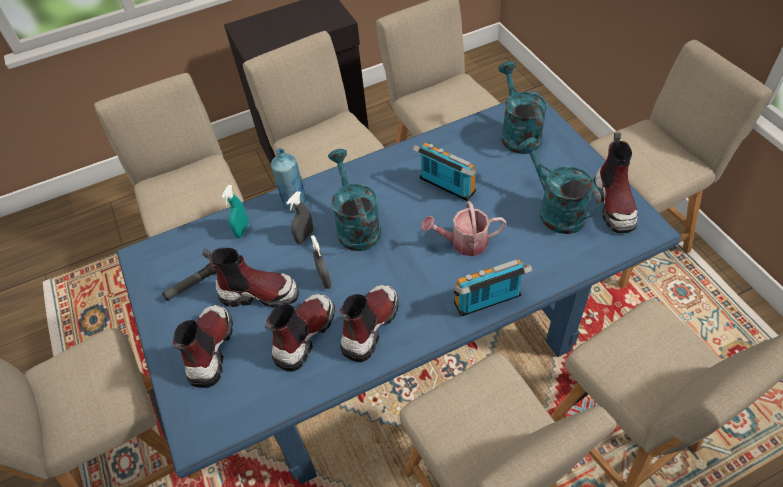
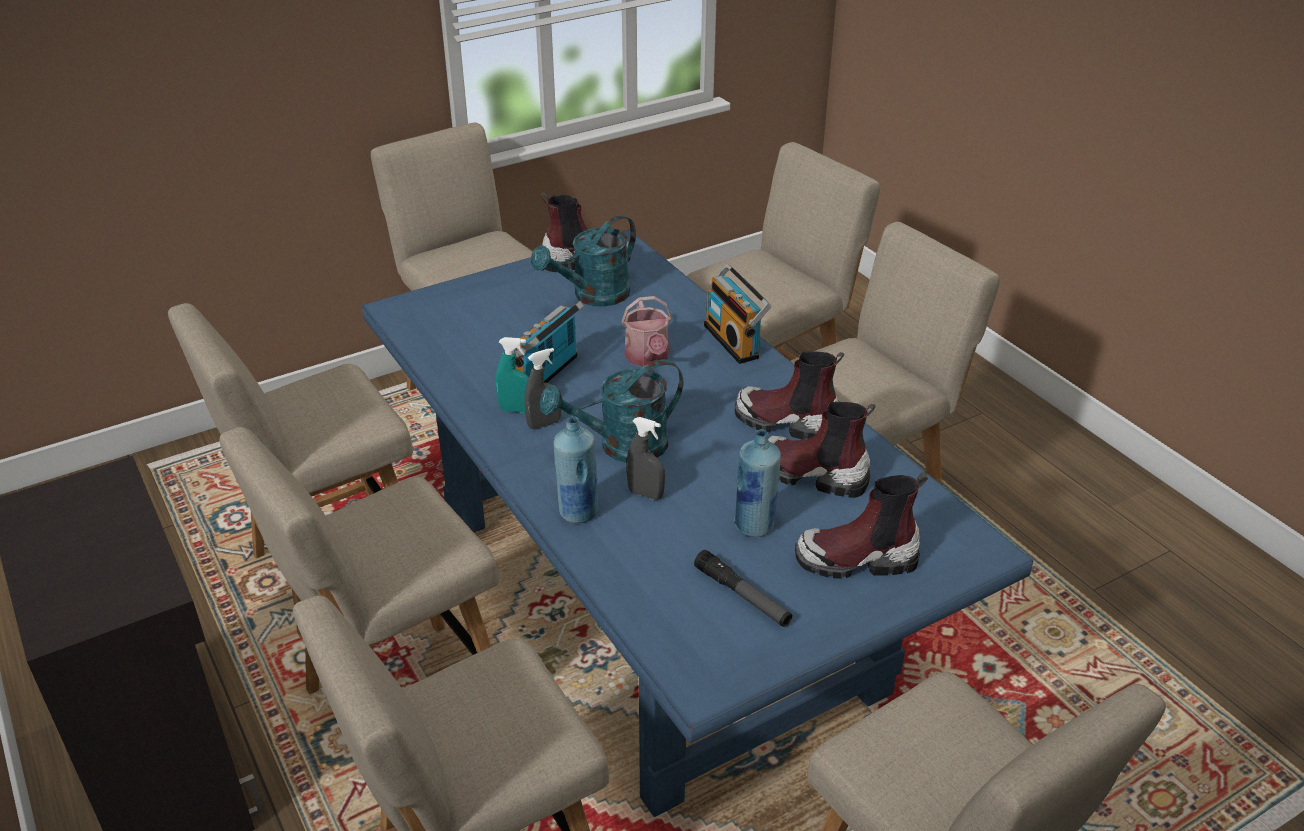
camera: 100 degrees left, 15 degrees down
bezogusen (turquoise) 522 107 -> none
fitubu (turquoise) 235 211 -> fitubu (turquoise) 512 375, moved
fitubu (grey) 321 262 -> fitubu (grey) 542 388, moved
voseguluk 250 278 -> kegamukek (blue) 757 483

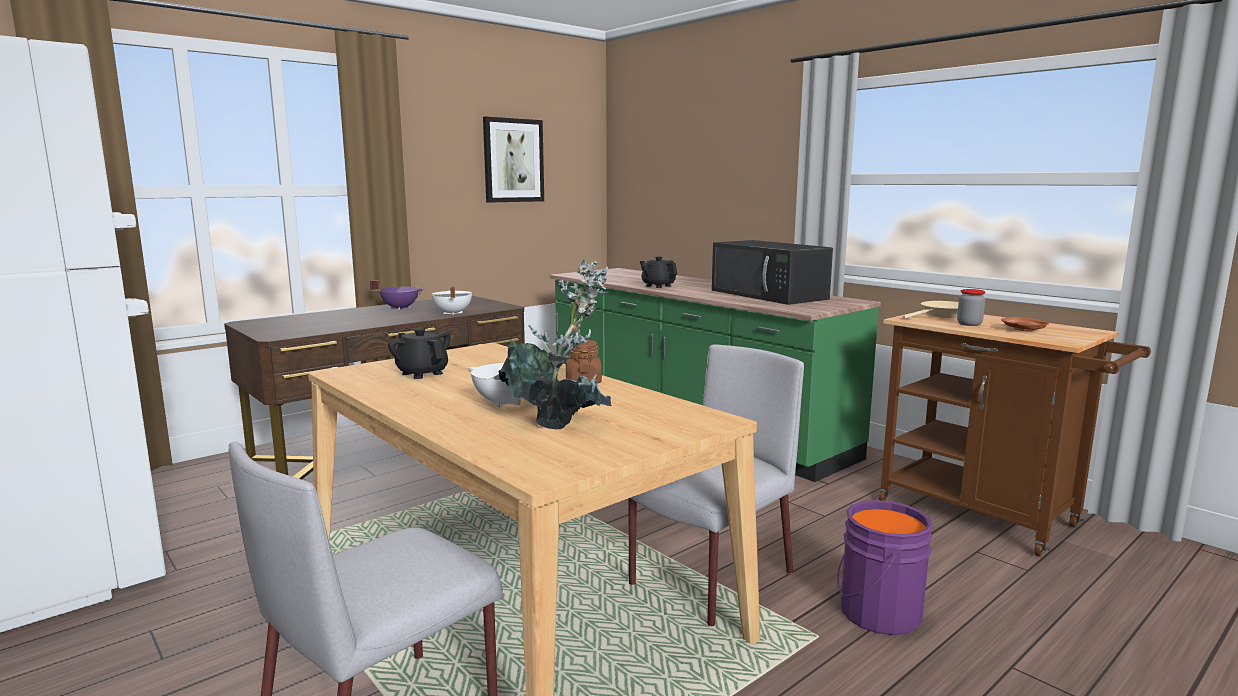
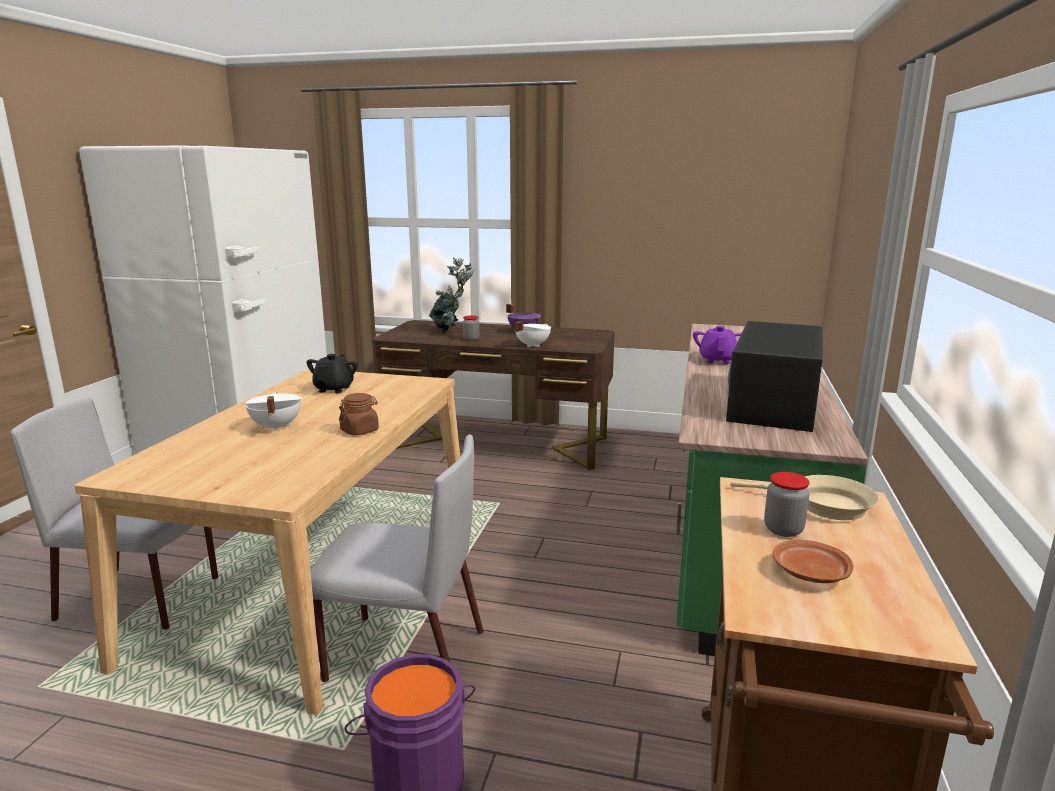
camera: 55 degrees right, 5 degrees up
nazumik 513 160 -> none
none -> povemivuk 471 328
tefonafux 555 345 -> tefonafux 451 295, moved
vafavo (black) 658 272 -> vafavo (purple) 717 345

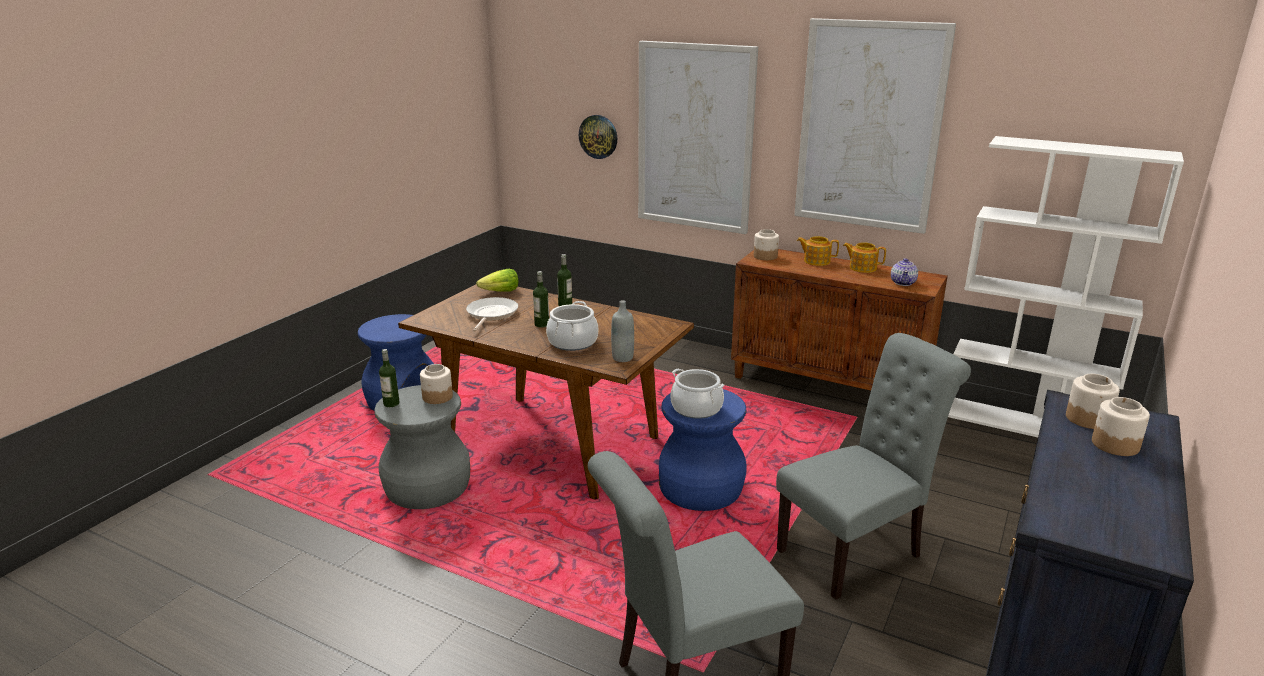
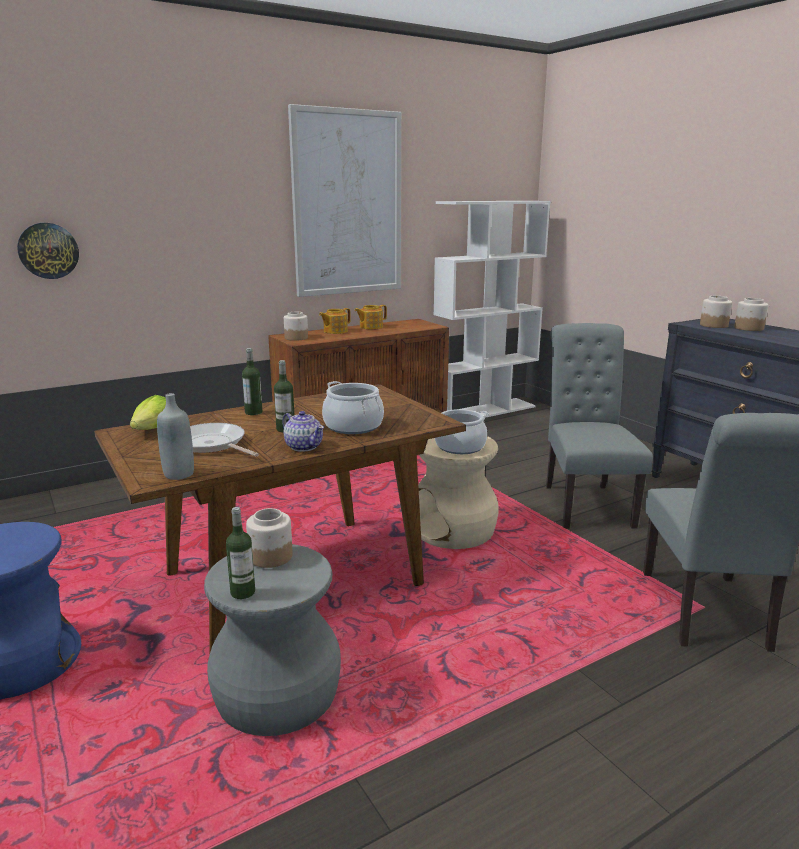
camera: 60 degrees left, 5 degrees down
nazumik 698 137 -> none
kegamukek (grey) 622 331 -> kegamukek (grey) 175 436, moved
vafavo 904 272 -> vafavo 303 431, moved
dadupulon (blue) 703 450 -> dadupulon (beige) 458 492

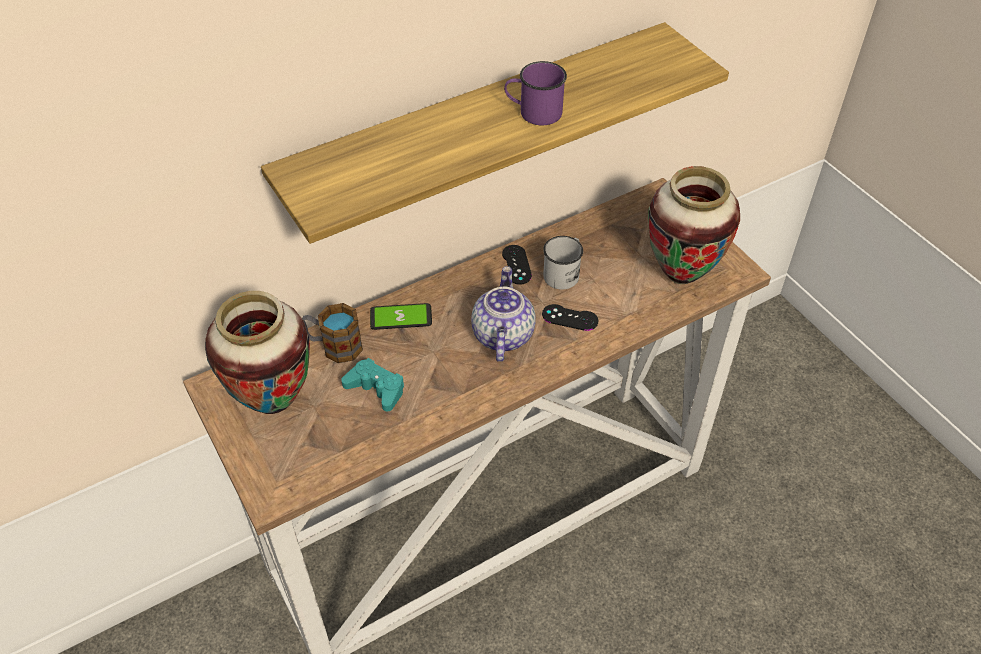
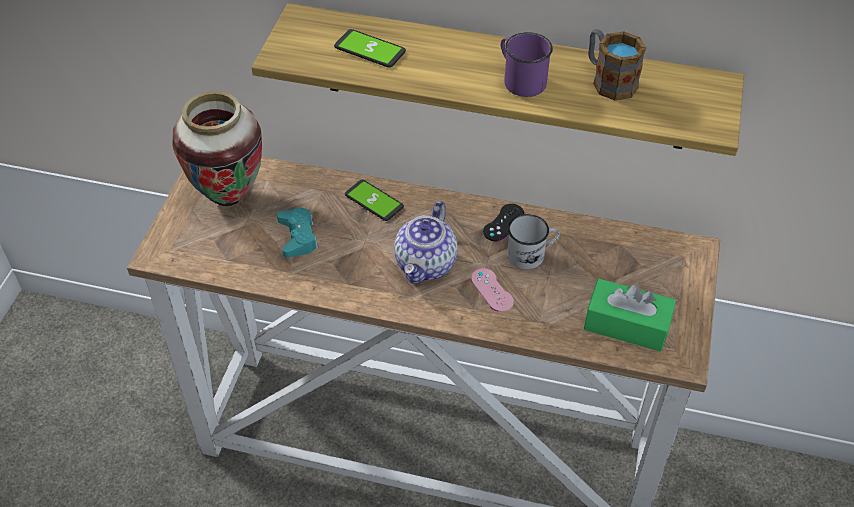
camera: 45 degrees right, 0 degrees up
none -> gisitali 370 48
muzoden 332 333 -> muzoden 617 64, moved
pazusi 694 225 -> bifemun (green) 630 315
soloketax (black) 570 317 -> soloketax (pink) 492 290
vafavo 503 314 -> vafavo 426 242, 150 degrees clockwise

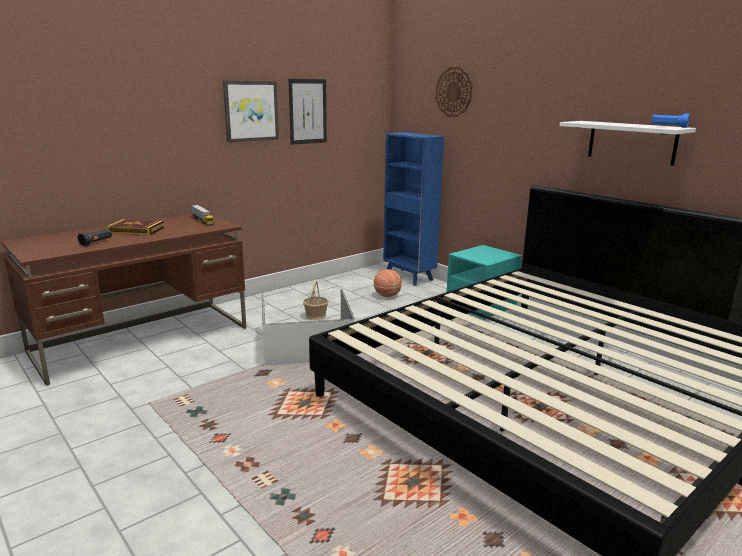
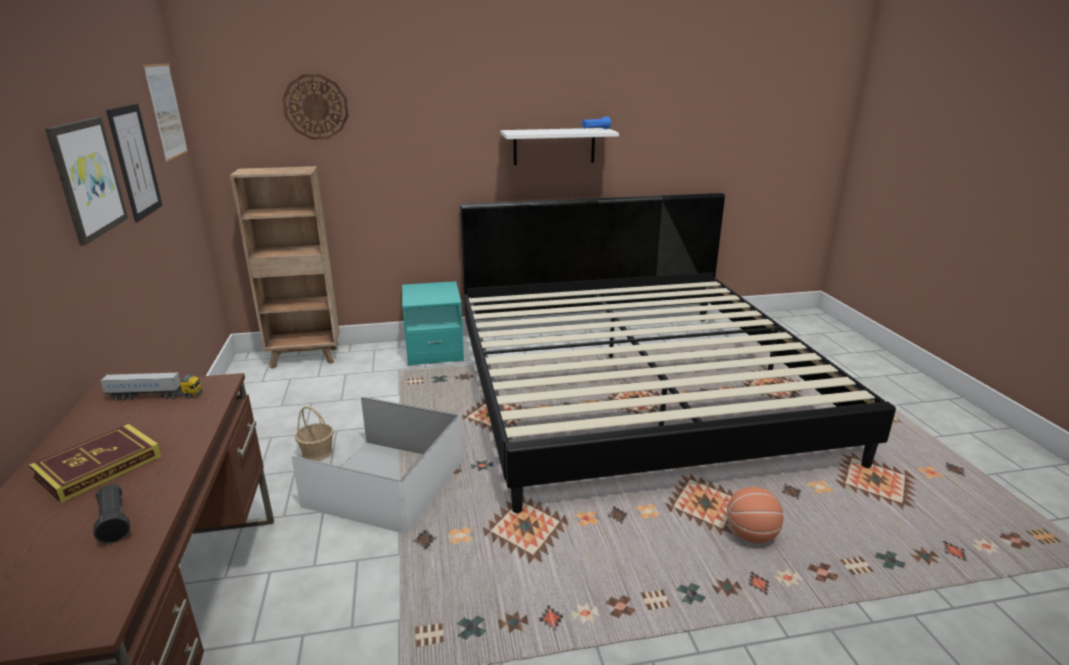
camera: 60 degrees left, 5 degrees up
none -> nazumik 165 113
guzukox 388 283 -> guzukox 755 515, moved
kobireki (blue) 413 209 -> kobireki (brown) 284 267

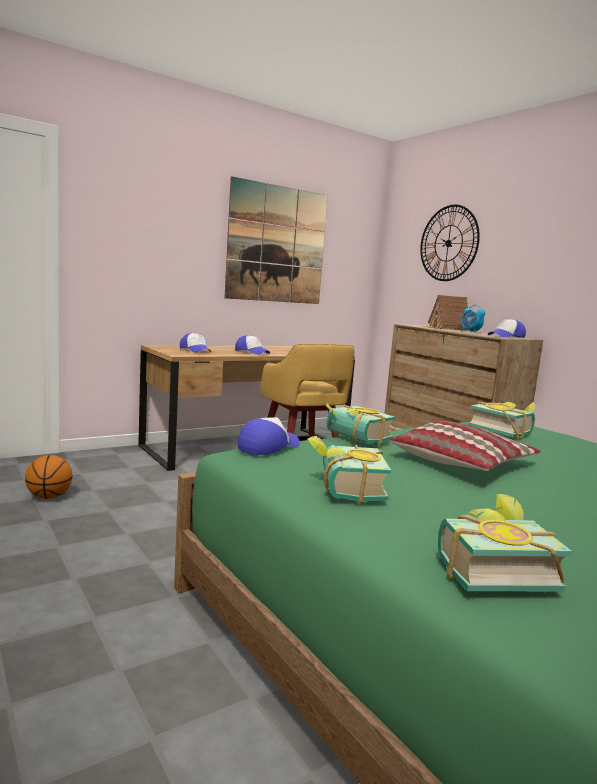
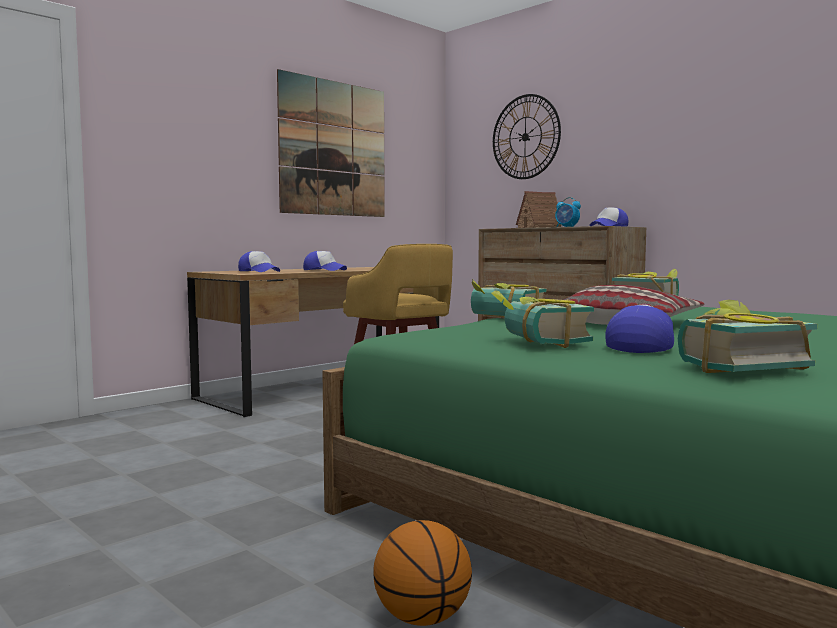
camera: 10 degrees left, 5 degrees down
guzukox 48 477 -> guzukox 422 573, moved
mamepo 269 436 -> mamepo 639 328, moved

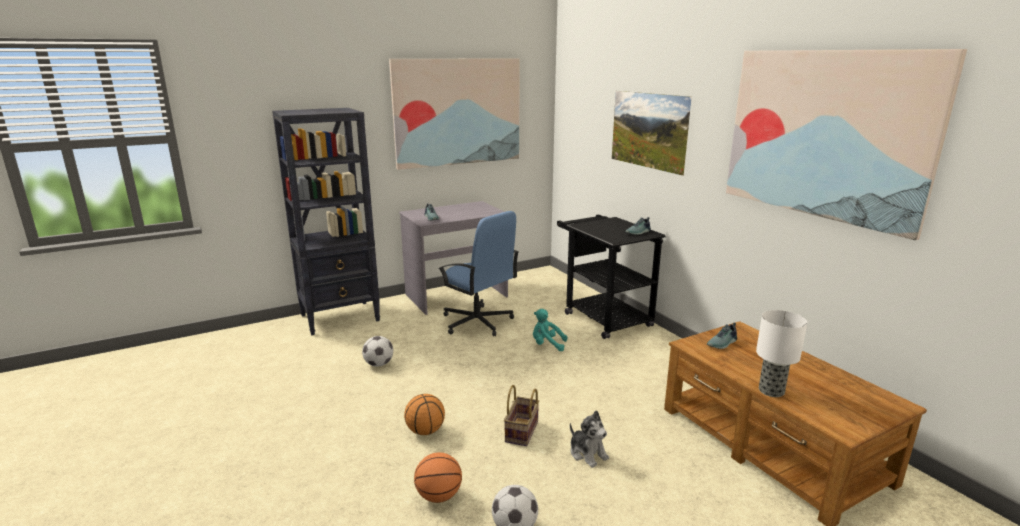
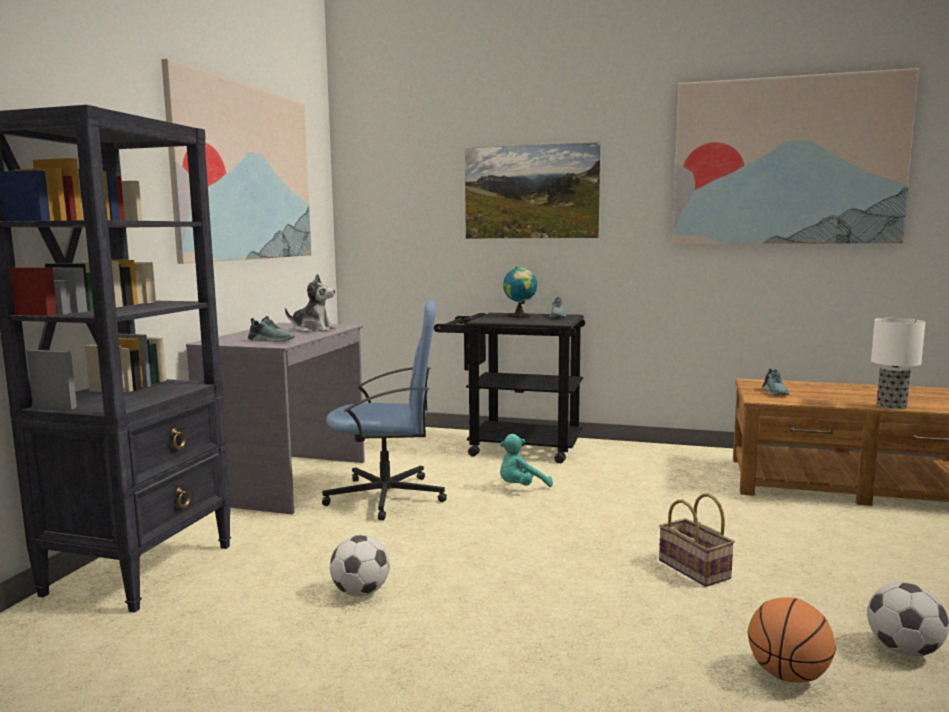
camera: 45 degrees left, 10 degrees down
guzukox 424 414 -> none
none -> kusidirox 520 292
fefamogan 589 439 -> fefamogan 310 303, moved

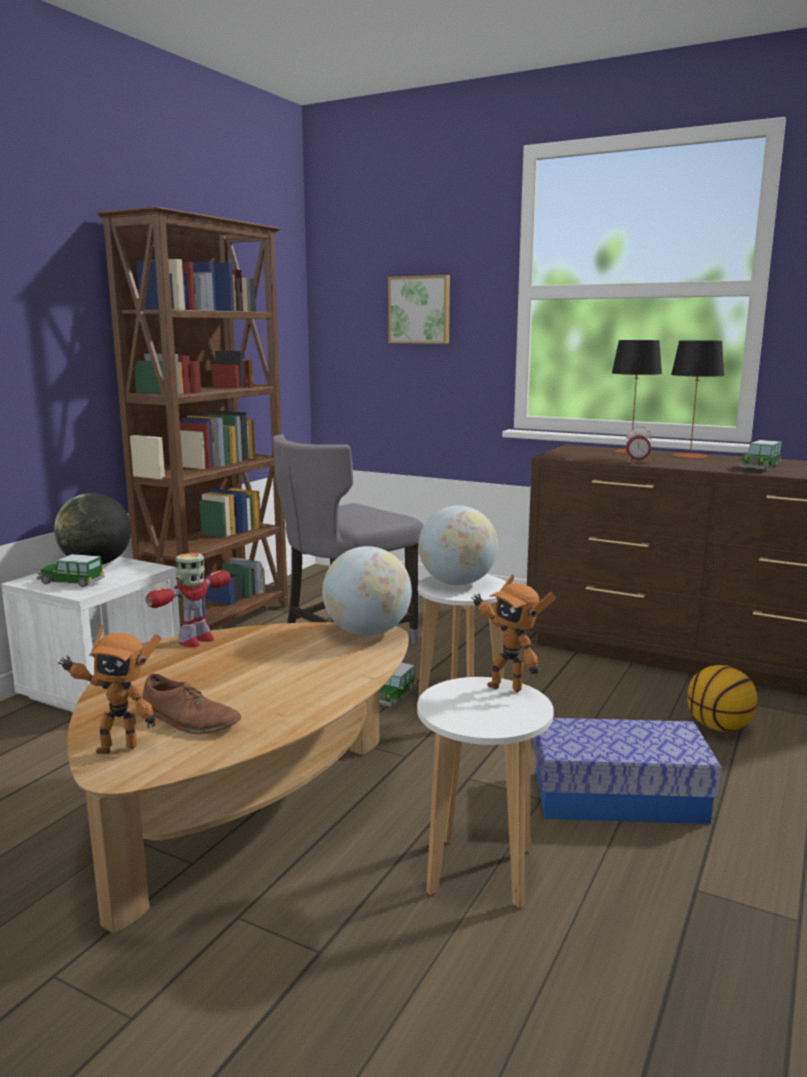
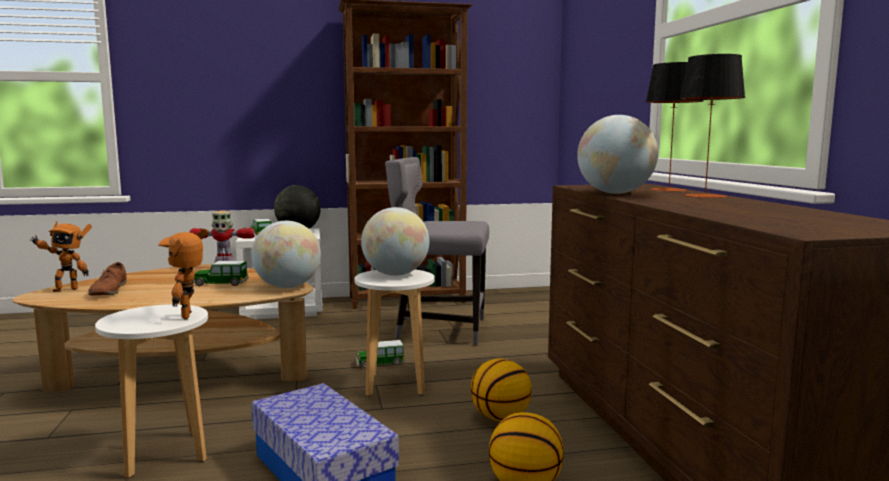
camera: 50 degrees right, 5 degrees down
nazumik 419 309 -> none
none -> guzukox 501 390
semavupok 760 456 -> semavupok 221 274, moved
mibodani 639 445 -> kusidirox 617 154
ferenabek 109 690 -> ferenabek 61 256, 60 degrees counterclockwise

